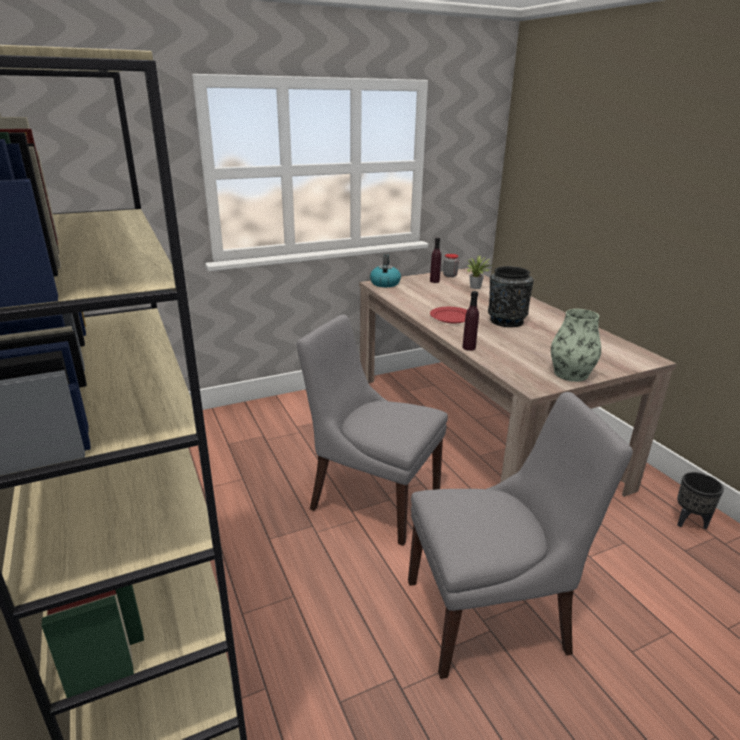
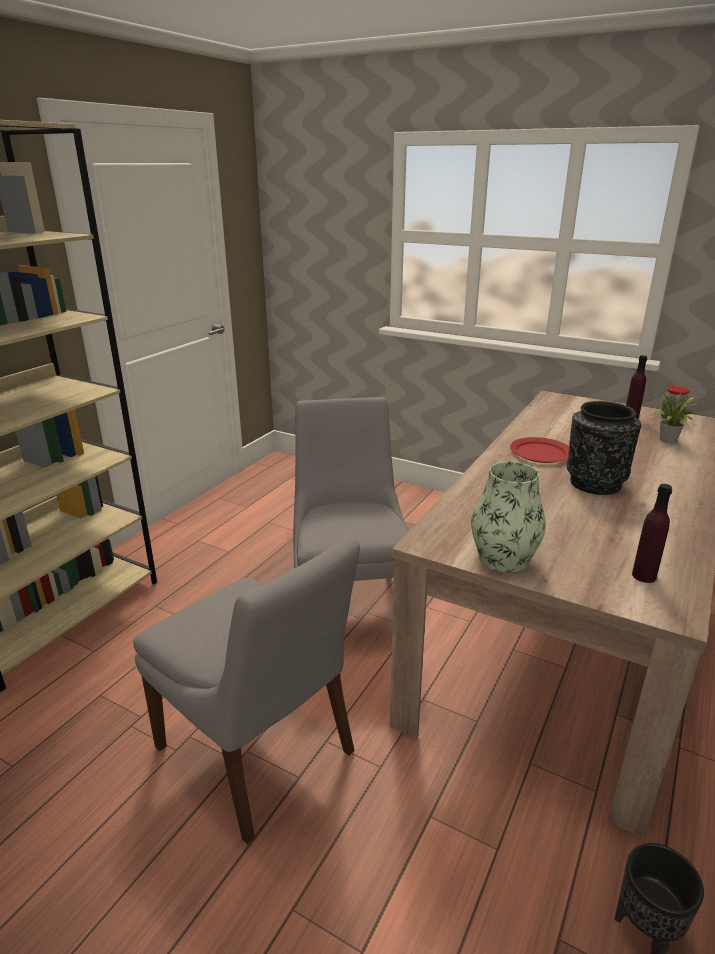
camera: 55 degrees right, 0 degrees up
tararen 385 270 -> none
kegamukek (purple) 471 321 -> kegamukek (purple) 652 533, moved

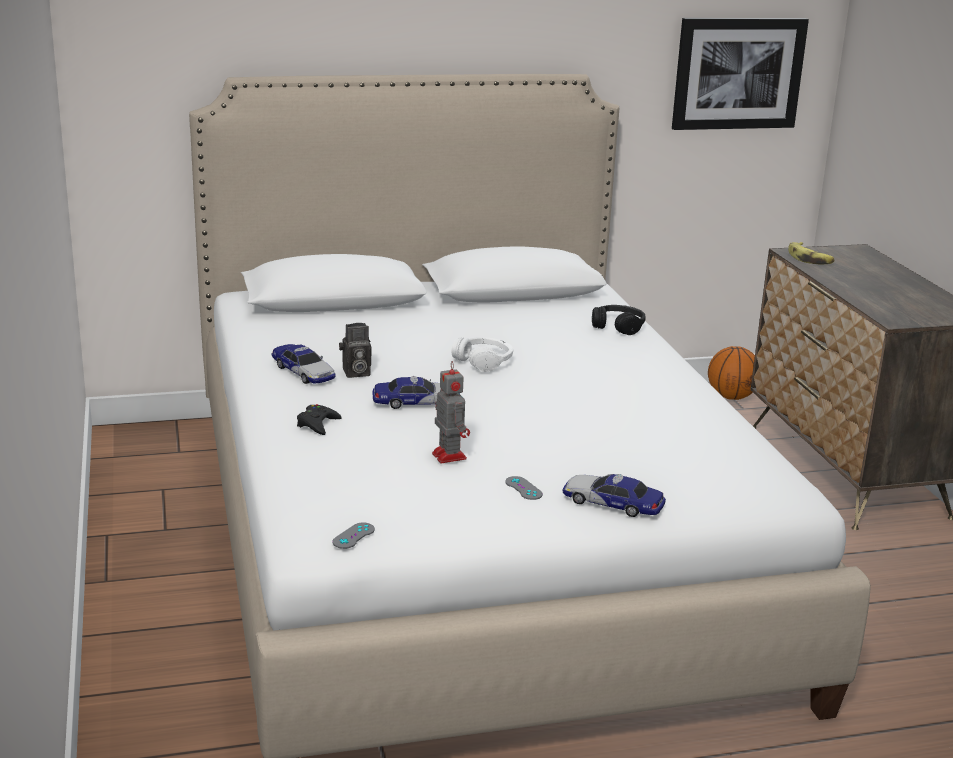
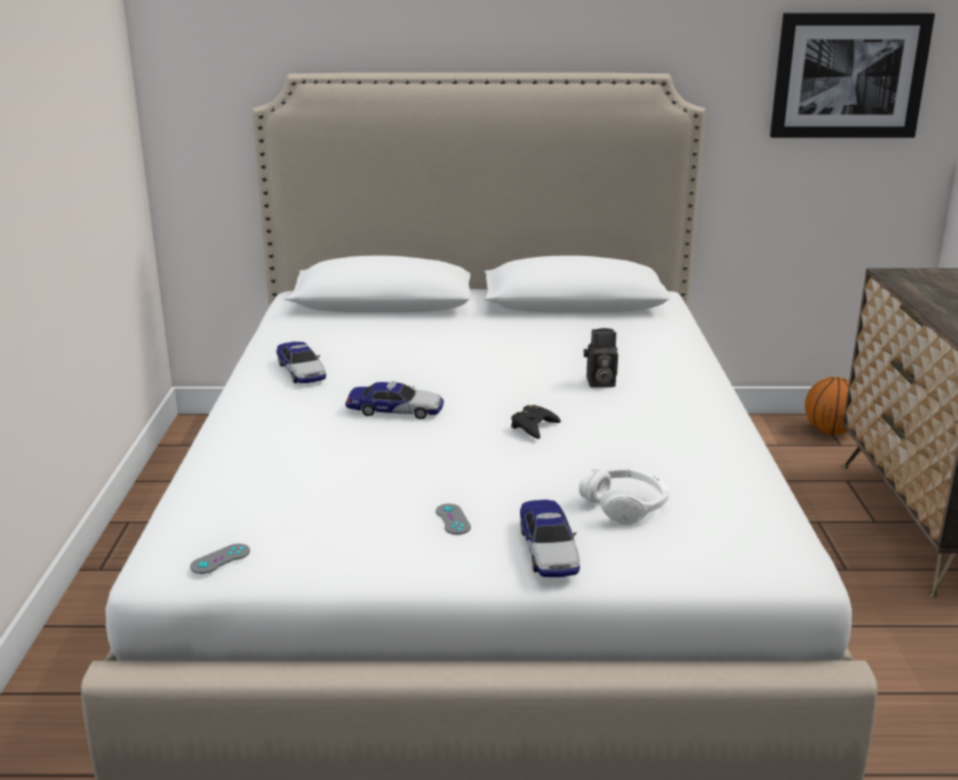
camera: 15 degrees right, 0 degrees up
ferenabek 451 412 -> none
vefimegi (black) 619 320 -> none
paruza 811 253 -> none
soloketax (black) 319 419 -> soloketax (black) 536 422, moved
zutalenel 355 350 -> zutalenel 601 357, moved
vefimegi (white) 482 354 -> vefimegi (white) 624 496, moved
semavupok 614 495 -> semavupok 550 538, 135 degrees counterclockwise

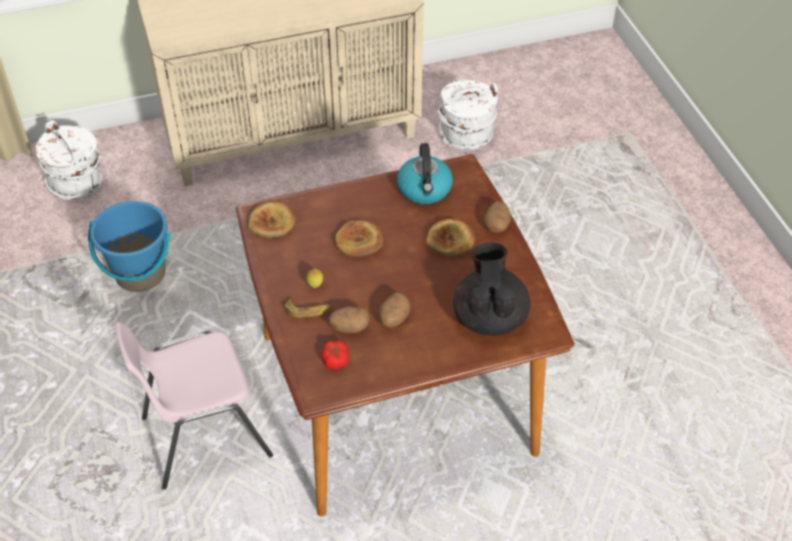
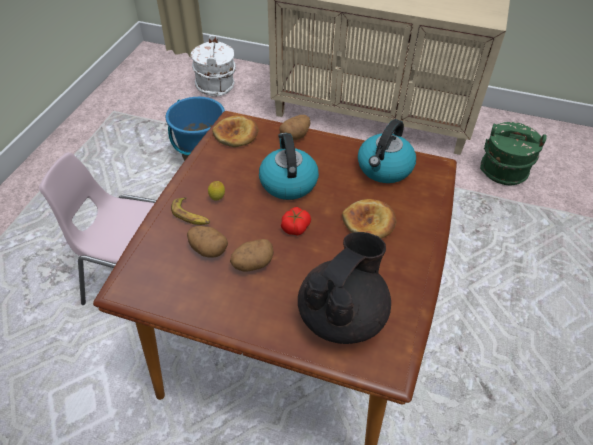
camera: 35 degrees right, 0 degrees up
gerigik 335 355 -> gerigik 296 221, moved
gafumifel 497 217 -> gafumifel 295 127, moved
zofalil 359 238 -> tararen 289 166
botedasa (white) 468 115 -> botedasa (green) 513 154

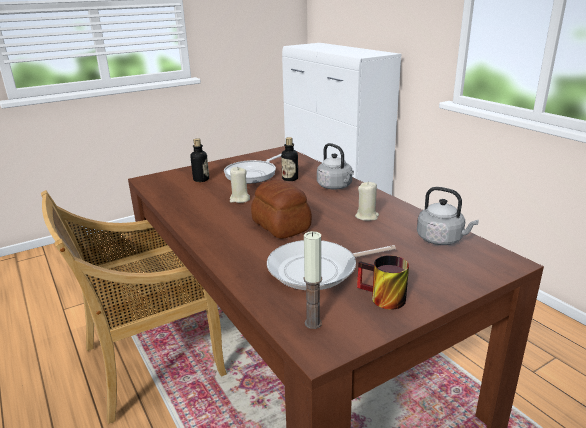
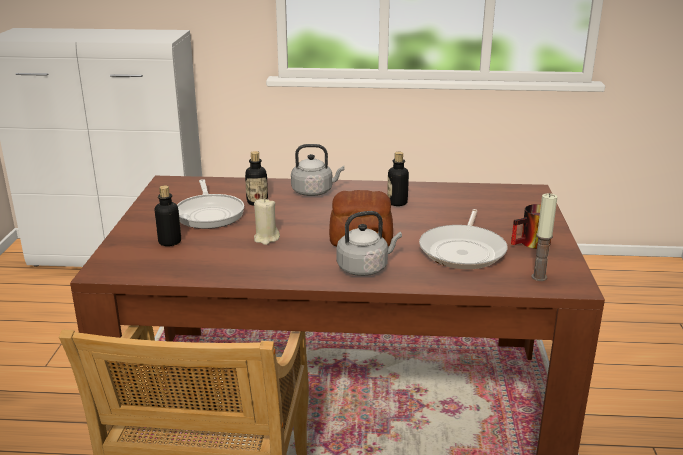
camera: 55 degrees left, 0 degrees up
tararen (grey) 448 216 -> tararen (grey) 369 243, moved
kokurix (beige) 367 201 -> kegamukek 398 179

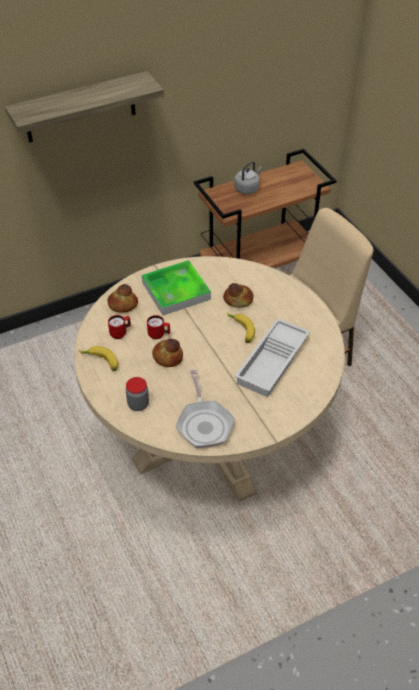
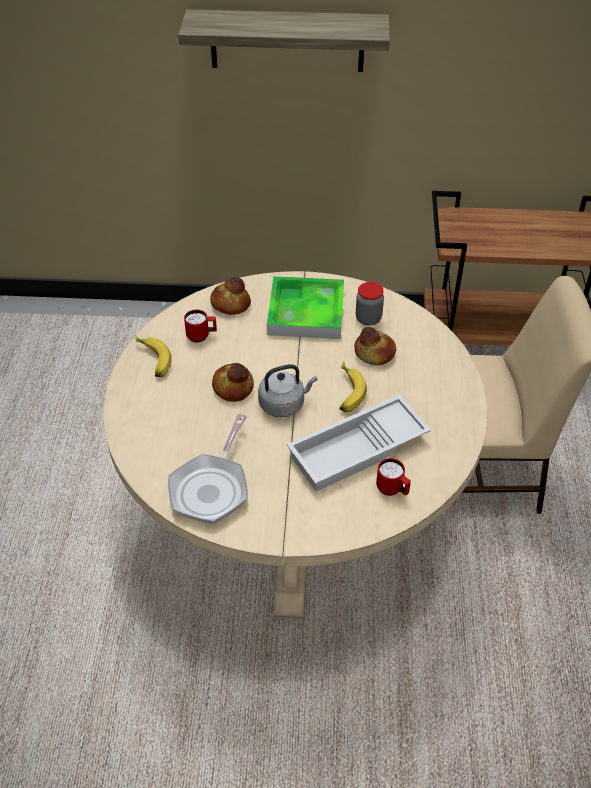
camera: 30 degrees right, 0 degrees up
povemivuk 137 394 -> povemivuk 370 304, moved
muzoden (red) 158 327 -> muzoden (red) 393 477, moved
tararen (grey) 248 177 -> tararen (grey) 287 390, moved

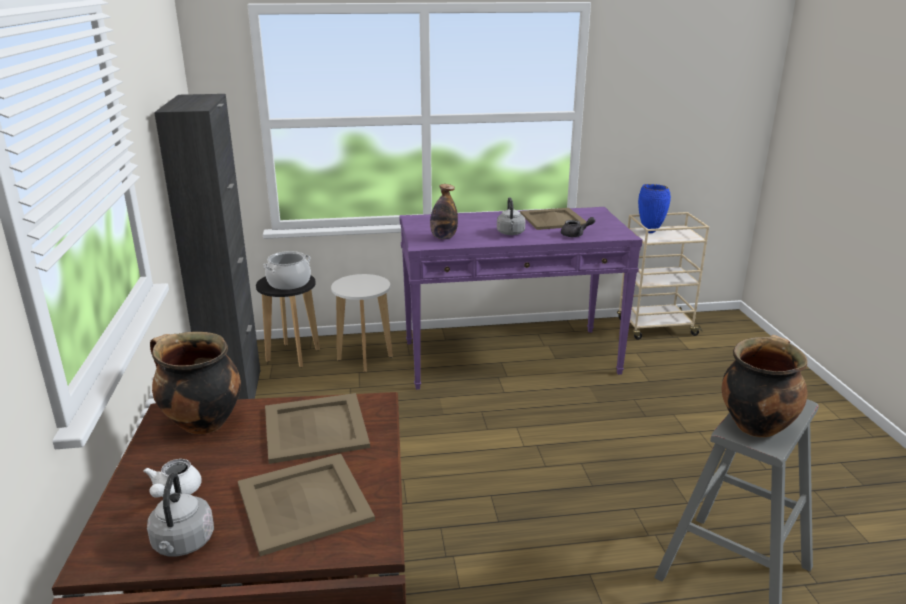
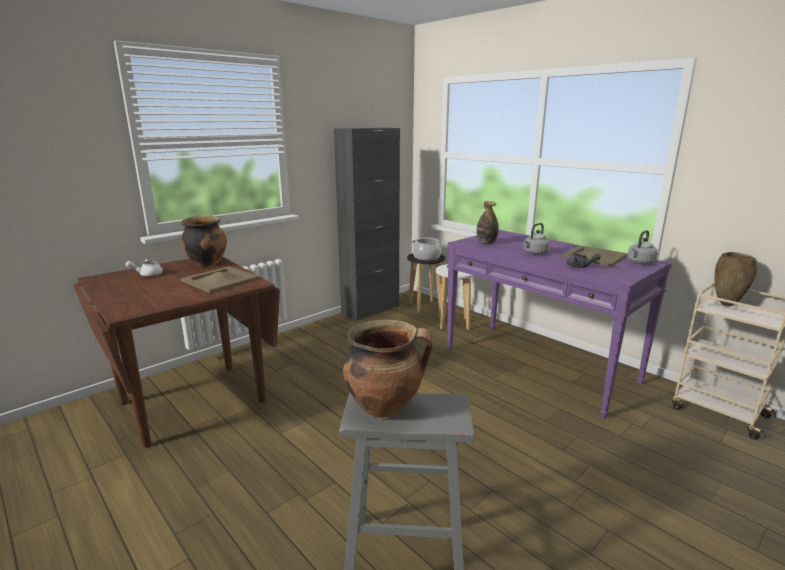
camera: 55 degrees right, 5 degrees down
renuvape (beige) 306 505 -> none
tararen (grey) 180 514 -> tararen (grey) 643 247, moved
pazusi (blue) 654 208 -> pazusi (brown) 736 279

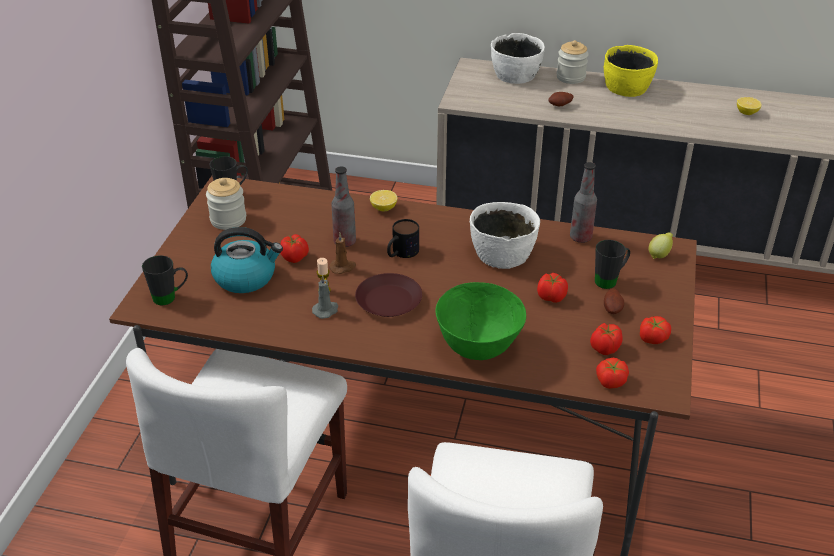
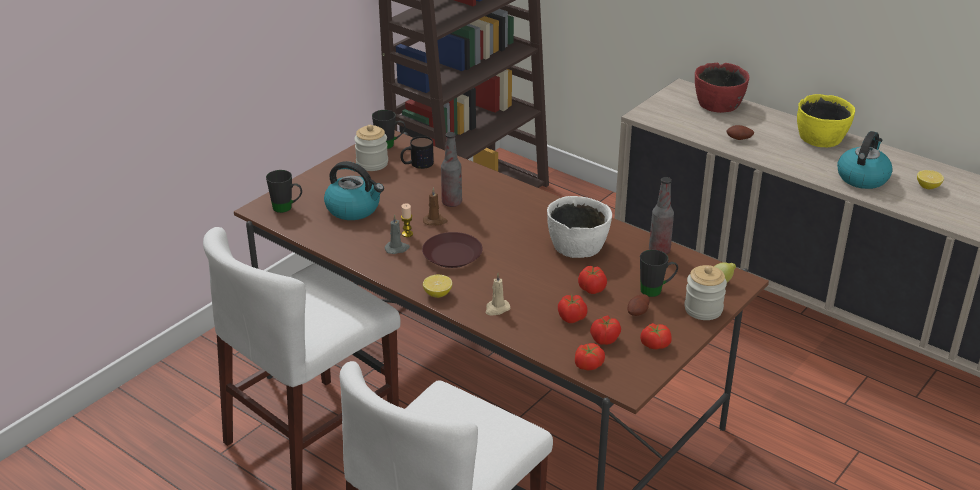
camera: 25 degrees right, 5 degrees down
none -> tararen 865 160
gerigik 294 248 -> gerigik 573 308, moved
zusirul 384 200 -> zusirul 437 286, moved
muzoden 403 238 -> muzoden 417 152, moved
povemivuk 573 62 -> povemivuk 705 292, moved
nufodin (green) 481 321 -> kokurix (beige) 497 294
nufodin (white) 518 58 -> nufodin (red) 722 88

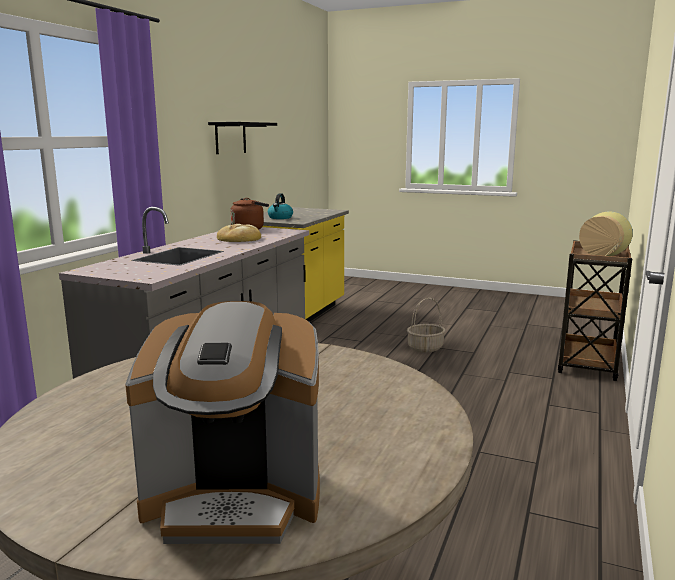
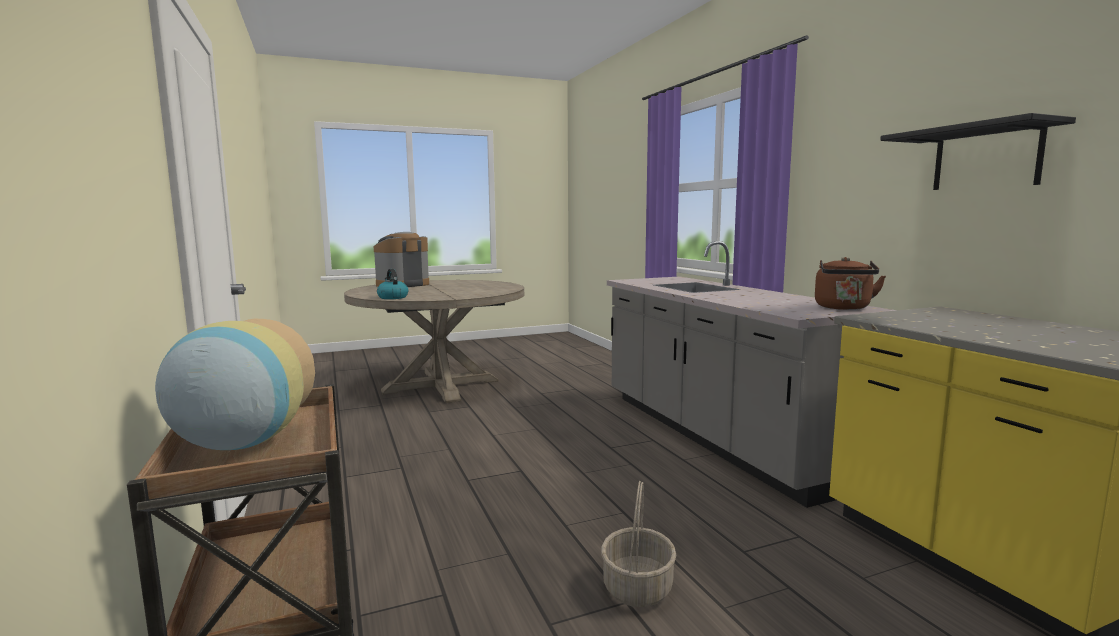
camera: 135 degrees right, 5 degrees down
zofalil 239 233 -> none
tararen 280 206 -> tararen 392 284, moved

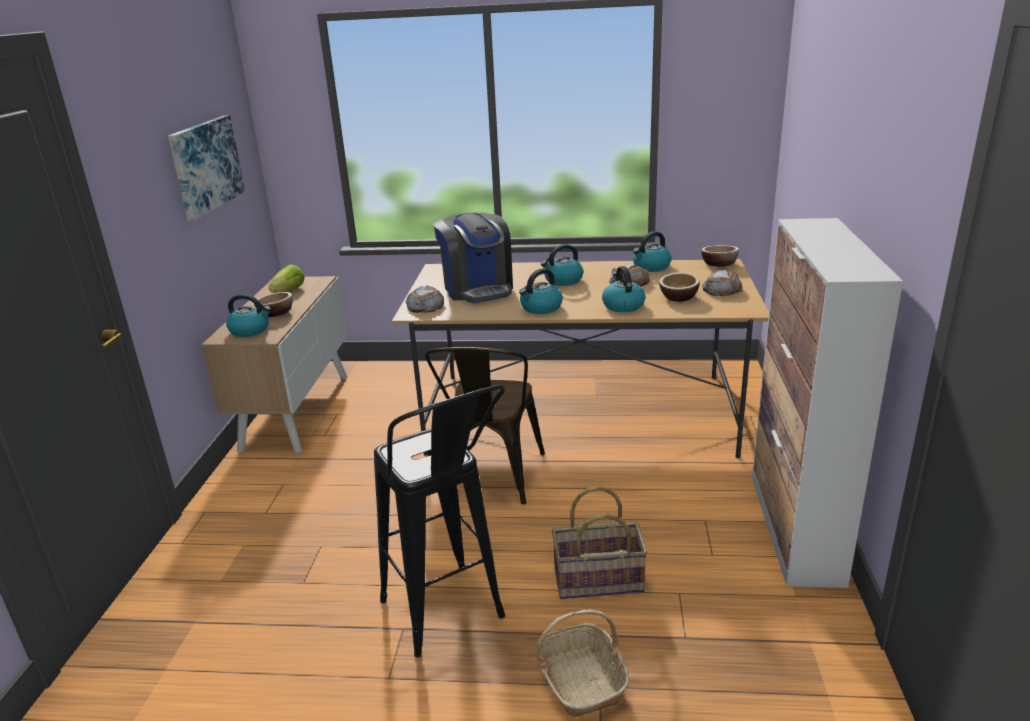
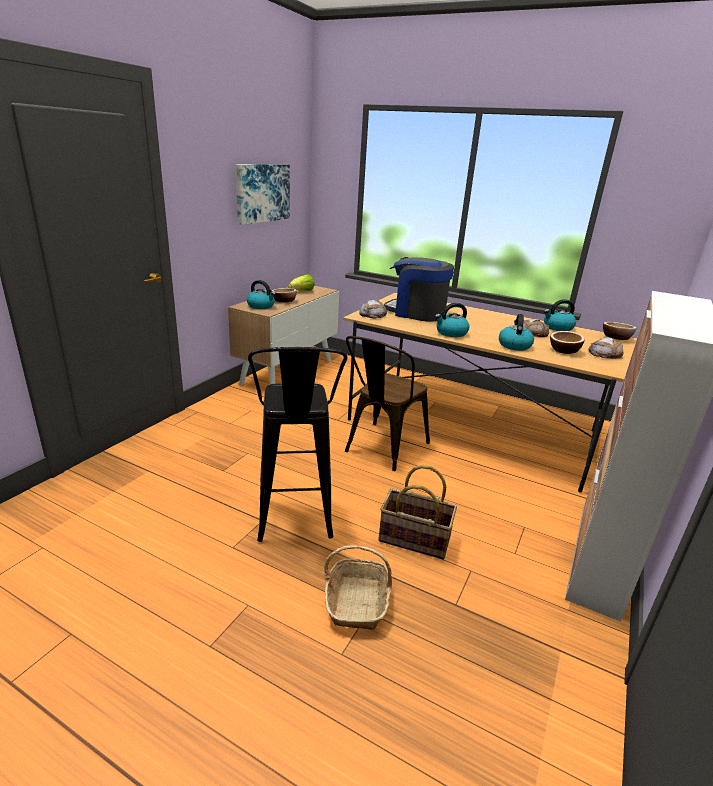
camera: 20 degrees right, 0 degrees up
tararen 562 265 -> none
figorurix 473 258 -> figorurix 419 289, 120 degrees clockwise

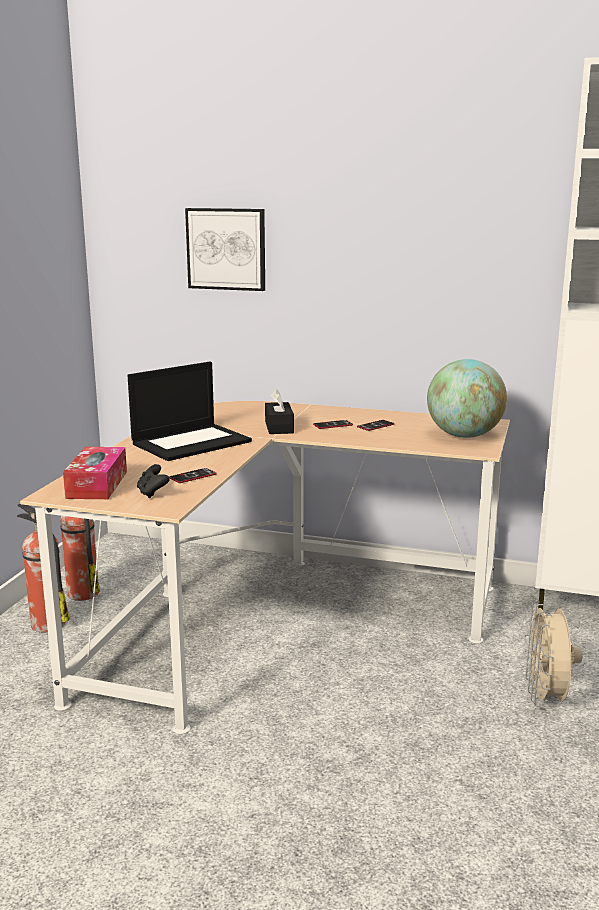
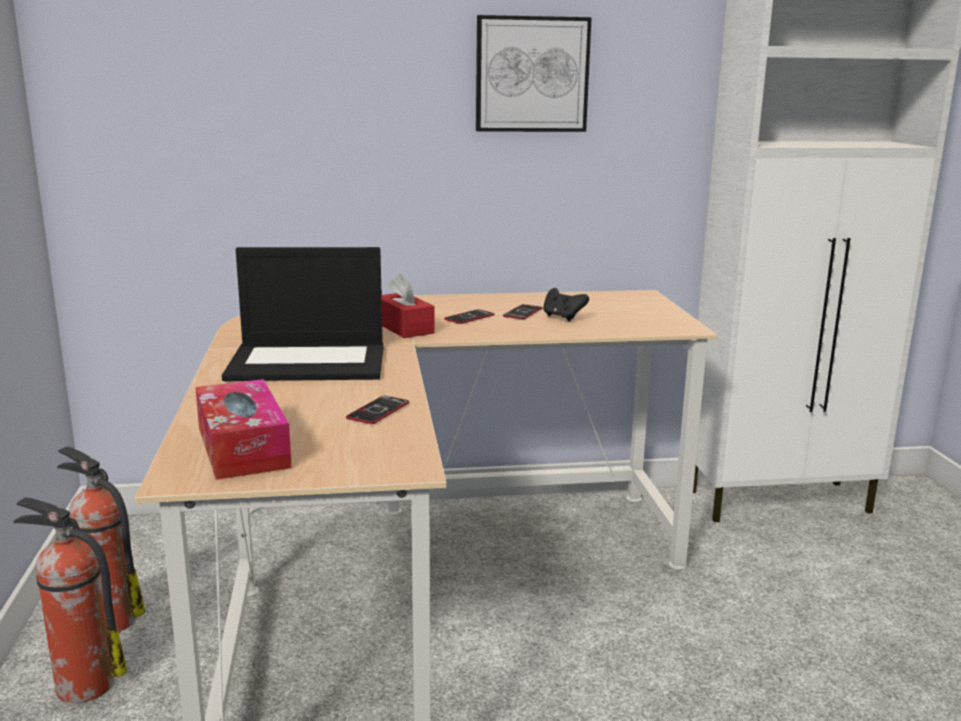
camera: 25 degrees left, 0 degrees up
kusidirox 467 398 -> none
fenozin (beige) 553 654 -> none
soloketax (black) 153 481 -> soloketax (black) 566 304, moved
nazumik 225 249 -> nazumik 534 73, moved
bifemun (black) 279 411 -> bifemun (red) 408 306
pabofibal 189 411 -> pabofibal 303 314, 60 degrees clockwise

